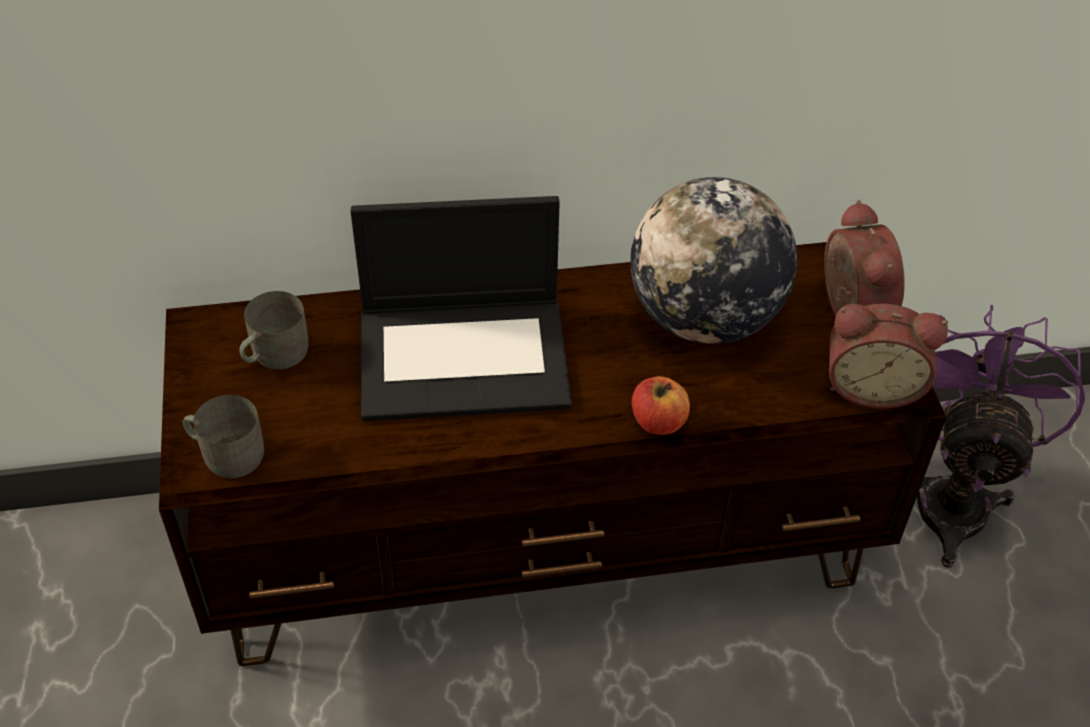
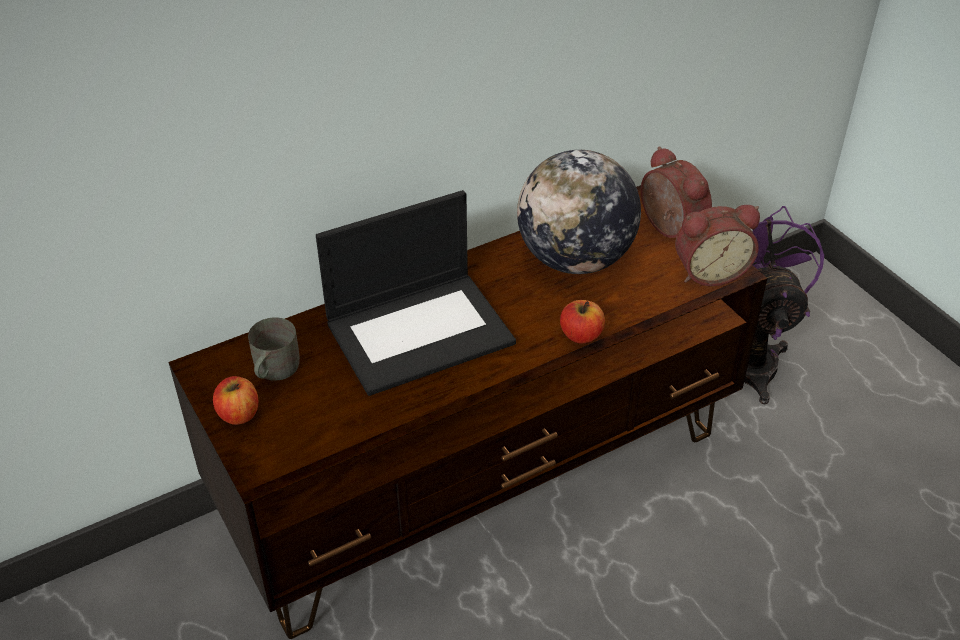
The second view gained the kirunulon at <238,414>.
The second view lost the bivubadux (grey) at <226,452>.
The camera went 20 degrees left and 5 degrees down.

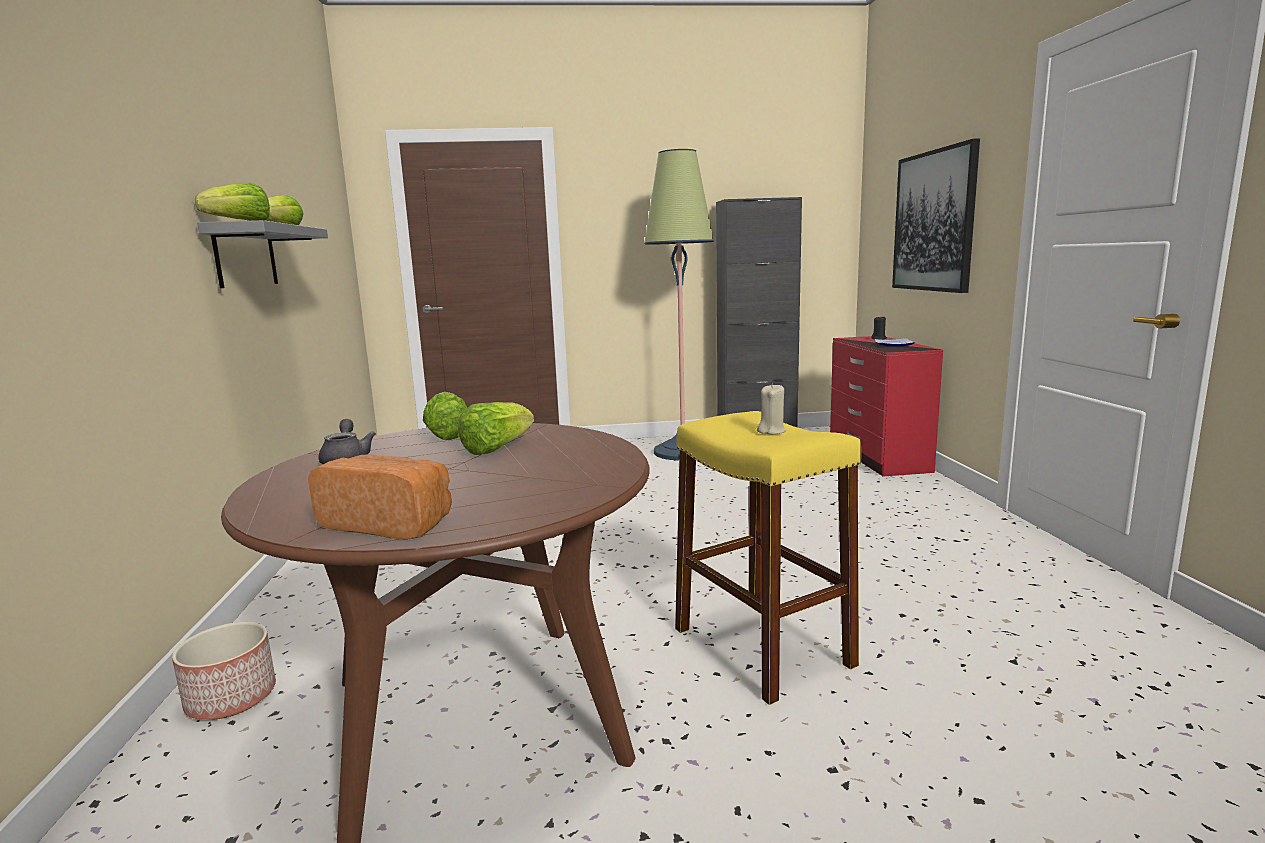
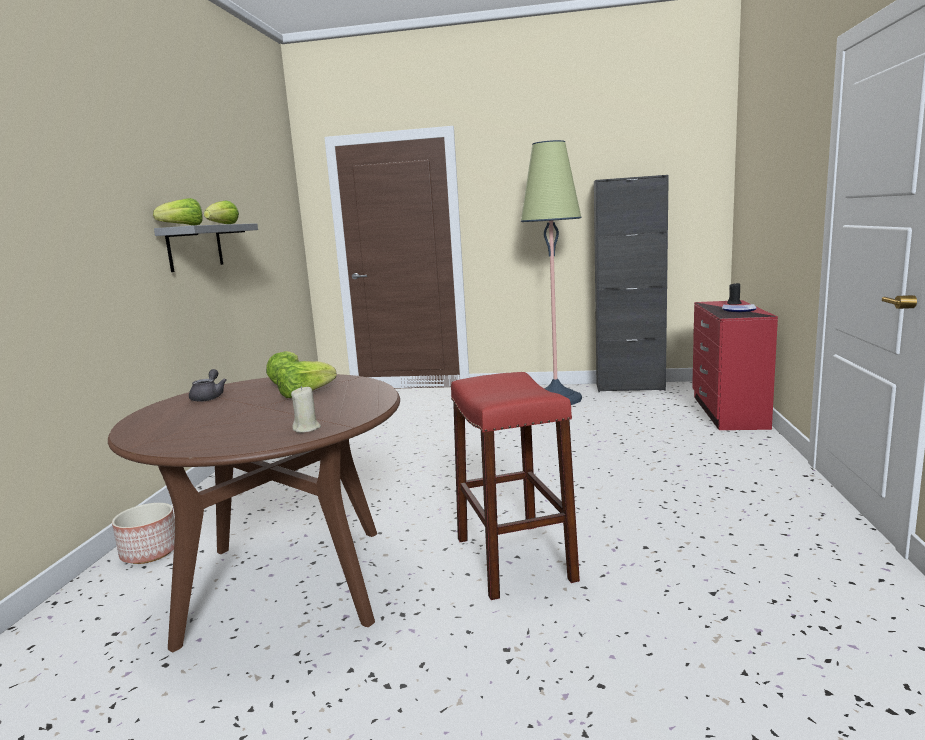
The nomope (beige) ended up elsewhere, having gone from <771,431> to <307,428>.
What was the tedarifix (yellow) at <762,647> turned into the tedarifix (red) at <514,559>.
The second view lost the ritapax at <390,523>.
The second view lost the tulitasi at <934,221>.
The camera went 15 degrees right and 0 degrees up.

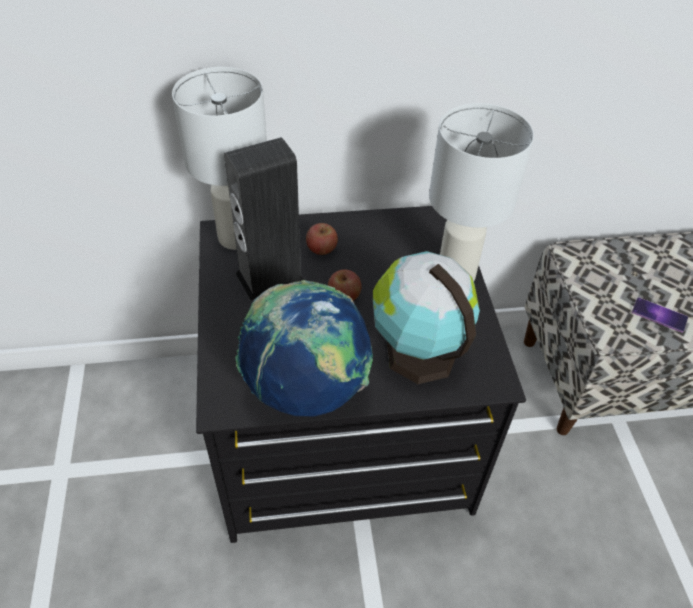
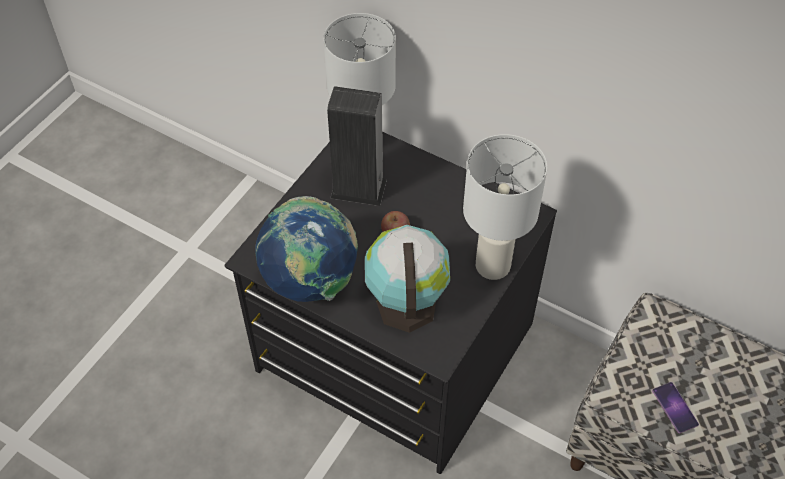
The second view lost the kirunulon at <321,249>.
The camera went 40 degrees right and 5 degrees up.

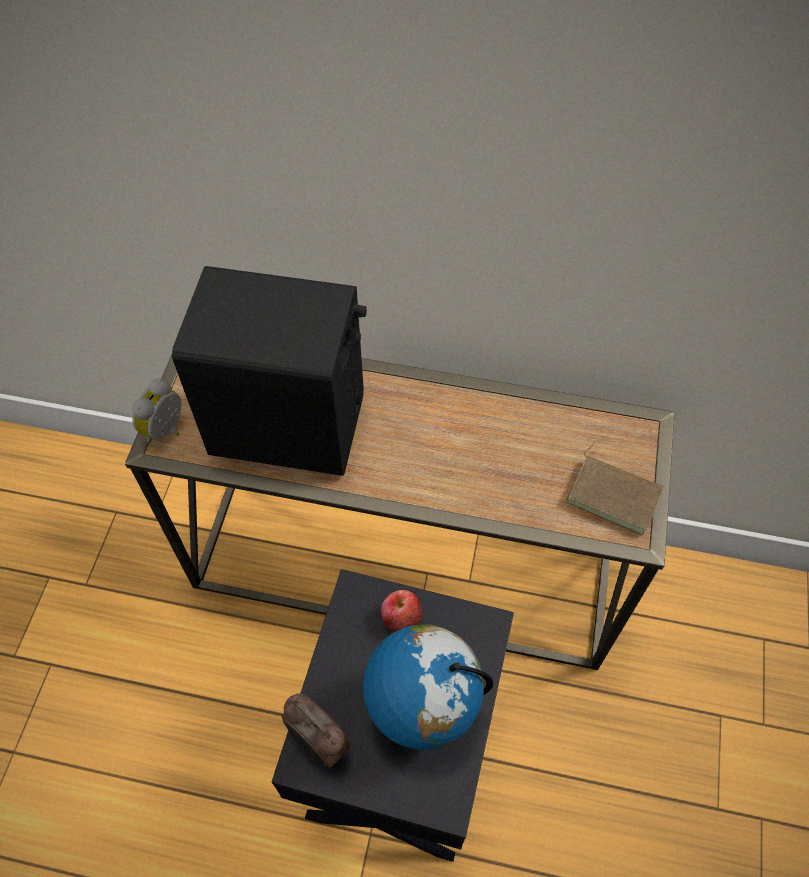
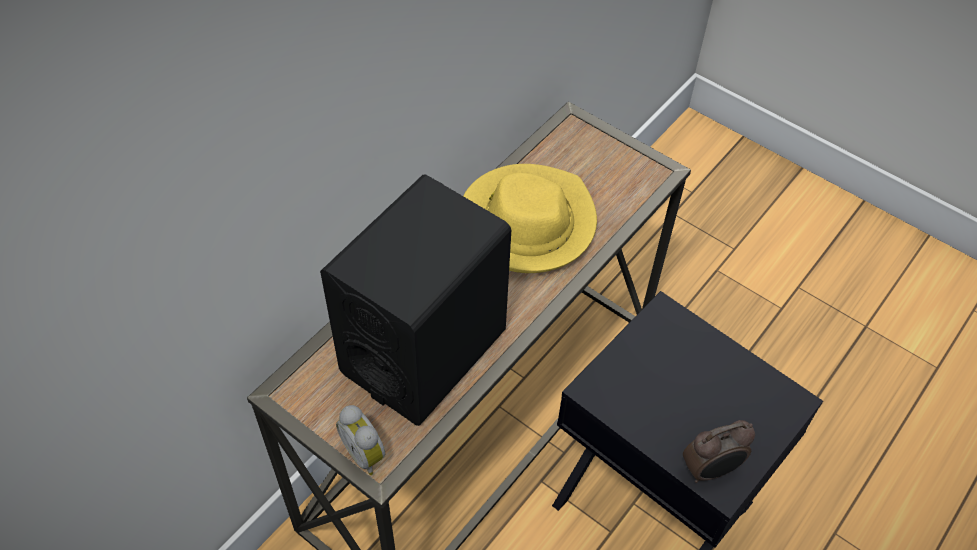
The second view gained the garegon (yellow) at <526,222>.
The second view lost the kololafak at <422,709>.
The second view lost the kirunulon at <401,617>.
The second view lost the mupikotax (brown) at <615,494>.
The camera went 65 degrees left and 5 degrees down.

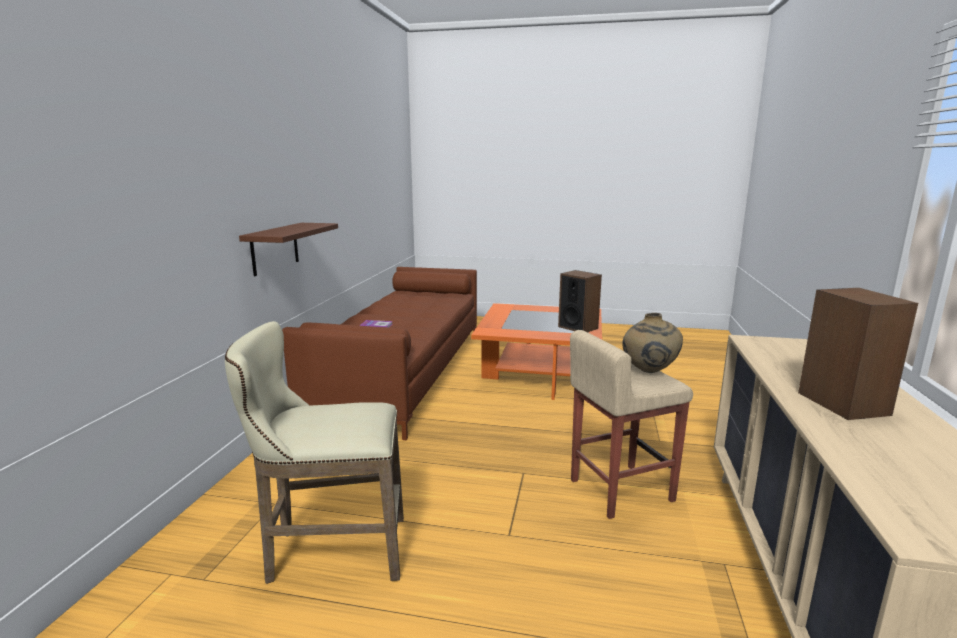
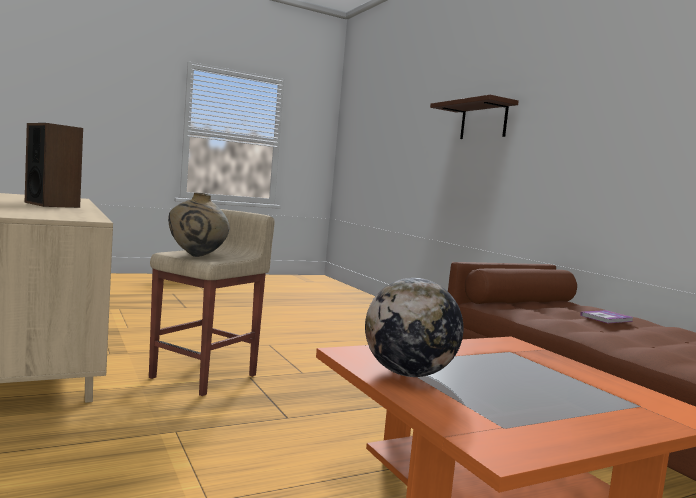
Where the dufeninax stood at <578,327>, the kololafak came to stand at <408,374>.
The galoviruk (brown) ended up elsewhere, having gone from <275,248> to <483,121>.
The second view lost the tedarifix (beige) at <330,551>.
The camera went 140 degrees right and 10 degrees down.

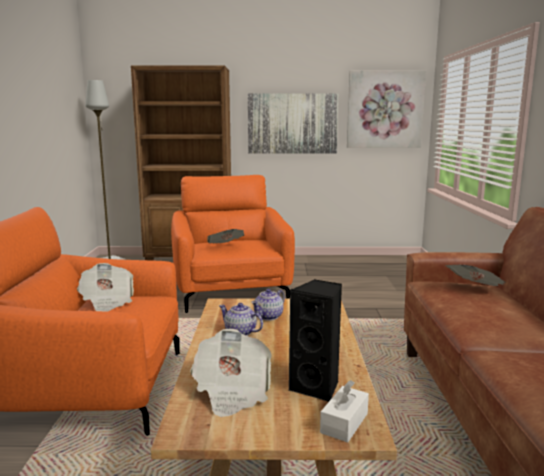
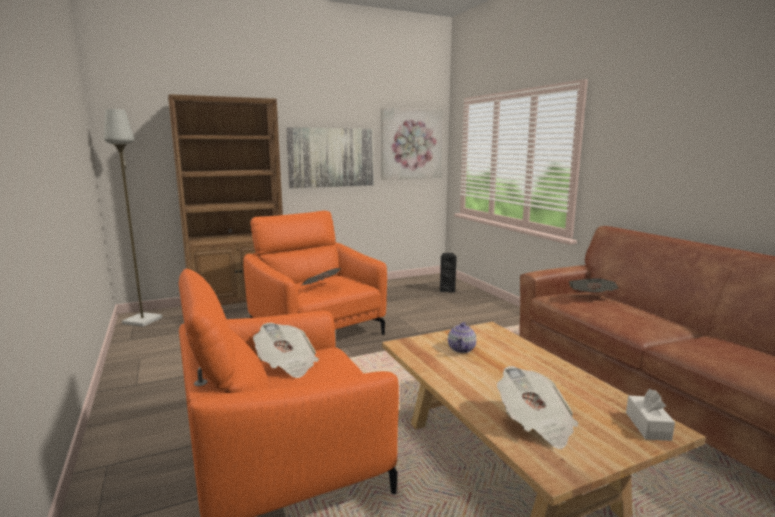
The dufeninax (black) ended up elsewhere, having gone from <317,387> to <447,290>.
The second view lost the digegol at <240,332>.
The camera went 25 degrees left and 0 degrees up.

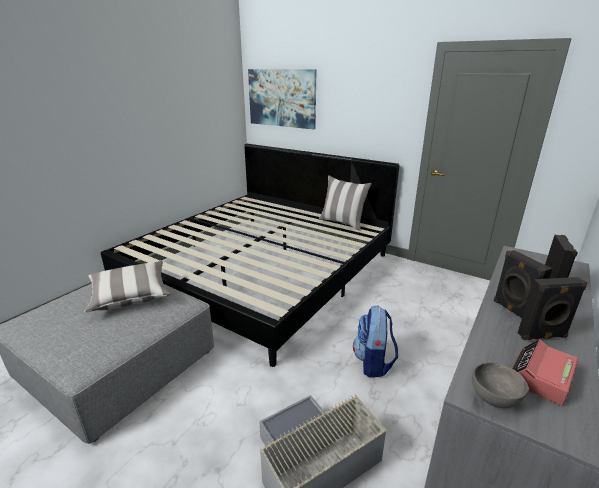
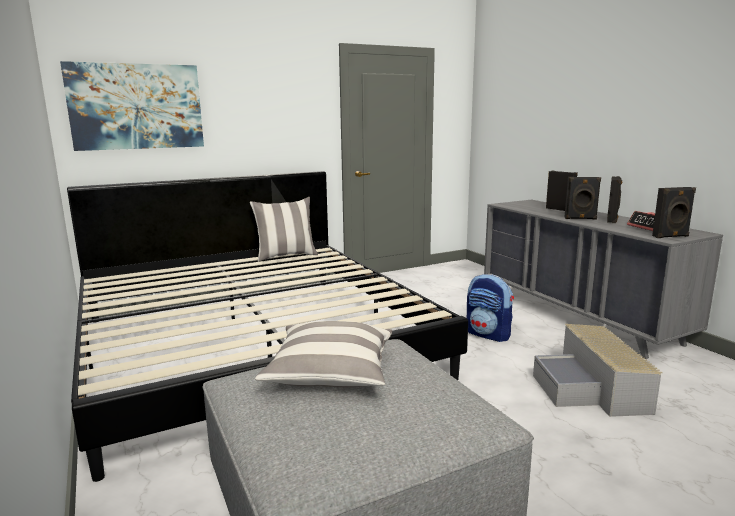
Where the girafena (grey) stood at <495,398>, the dufeninax (black) came to stand at <671,236>.
The camera went 60 degrees left and 10 degrees down.

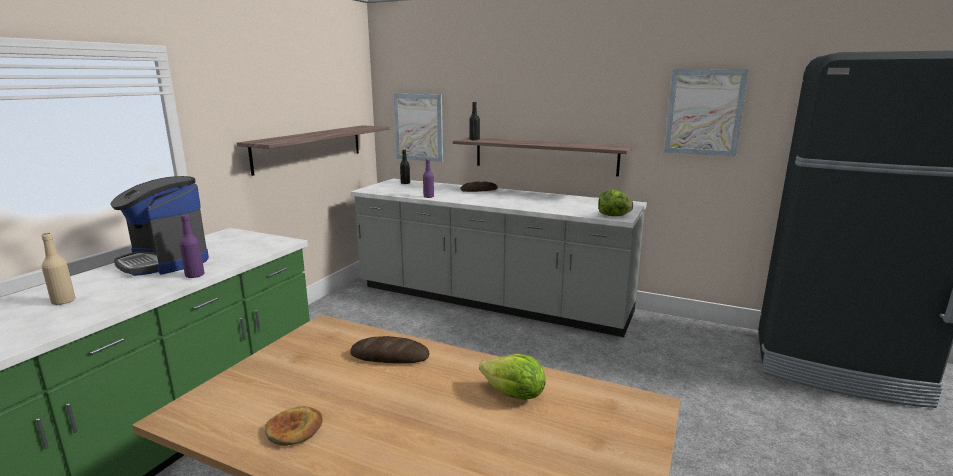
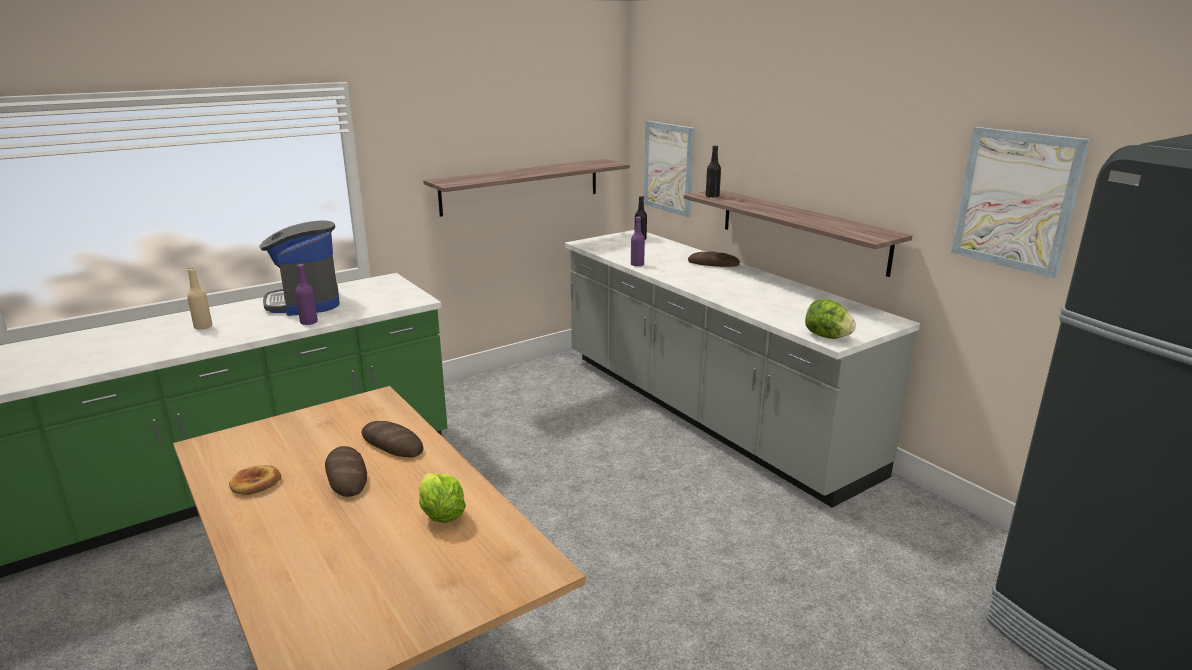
The second view gained the ritapax at <346,475>.
The camera went 30 degrees right and 5 degrees up.

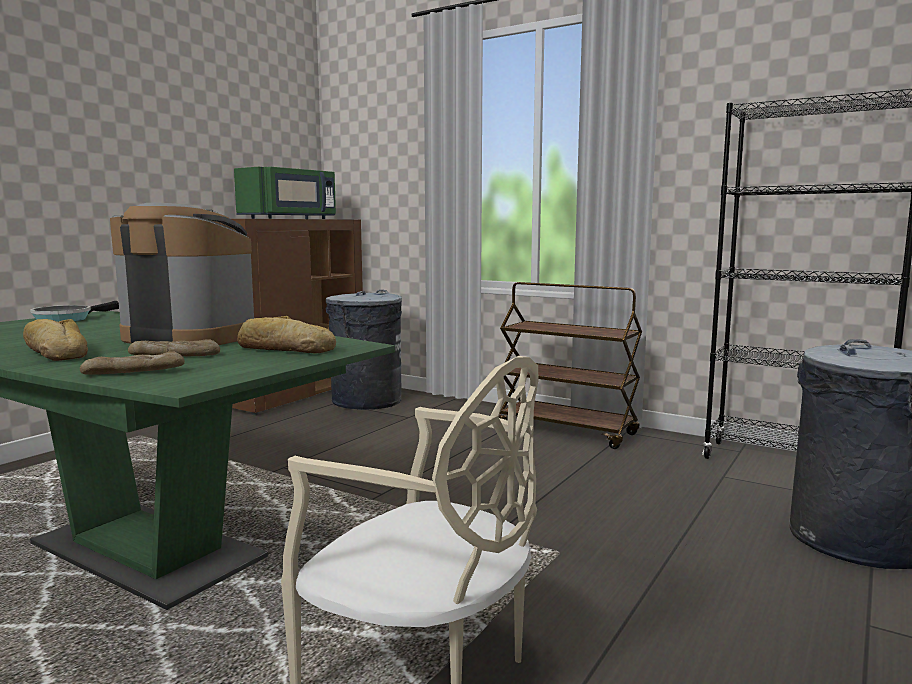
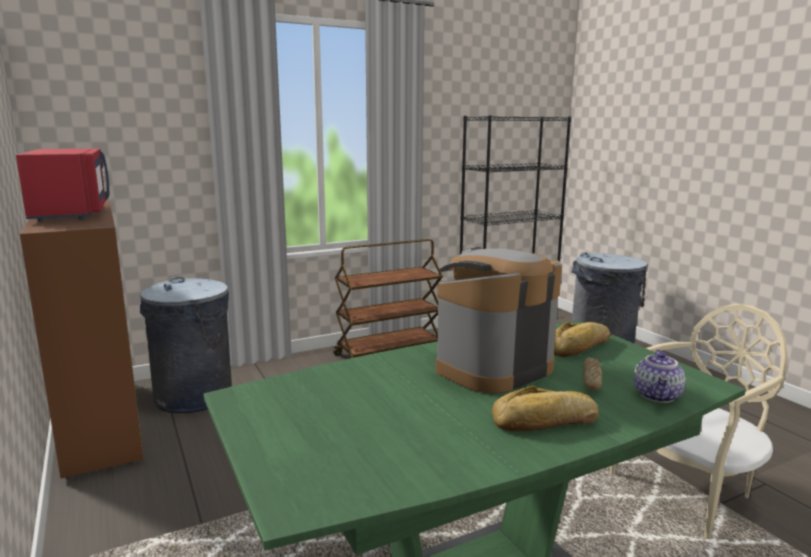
What was the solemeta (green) at <290,218> turned into the solemeta (red) at <72,213>.
Where the ritapax stood at <133,372>, the digegol came to stand at <658,396>.
The second view lost the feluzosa at <66,319>.
The camera went 60 degrees left and 5 degrees up.

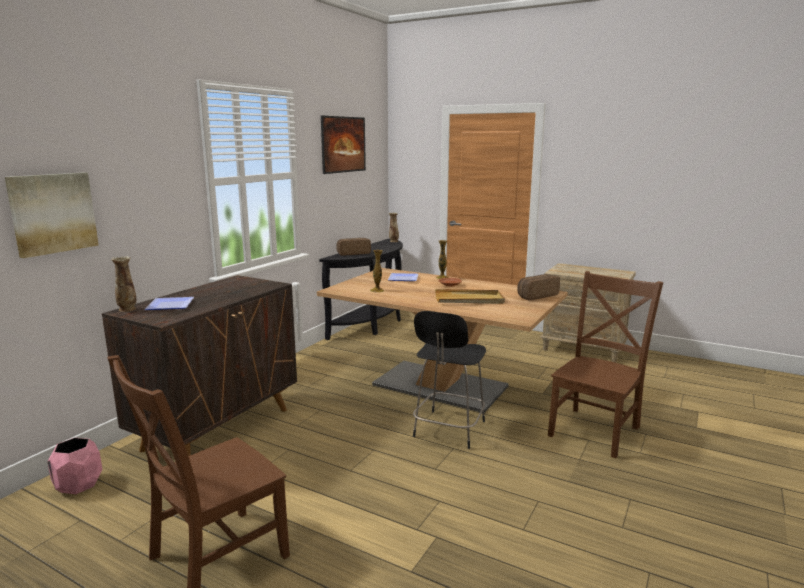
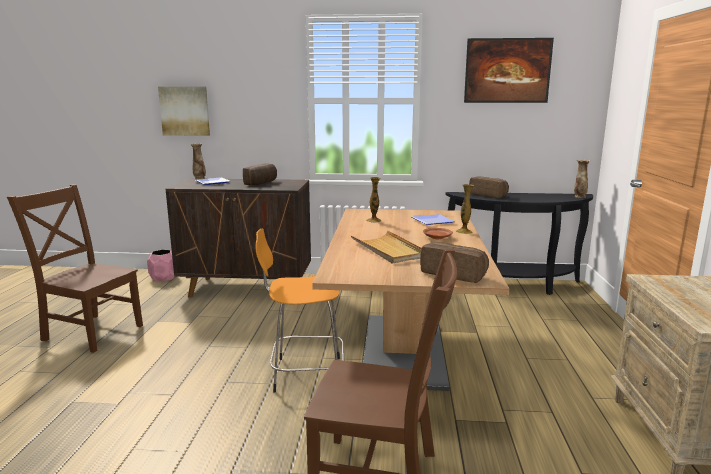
The second view gained the ritapax at <262,183>.
What was the tedarifix (black) at <448,430> turned into the tedarifix (orange) at <305,374>.
The camera went 65 degrees right and 0 degrees up.

